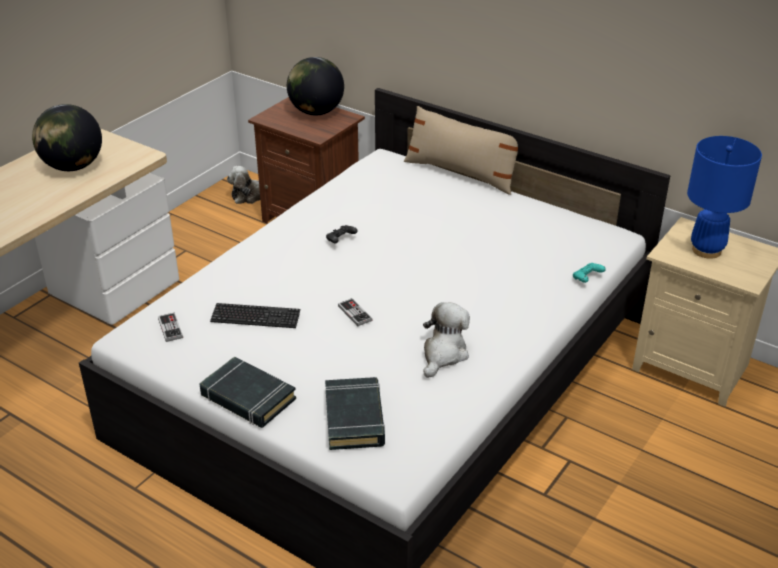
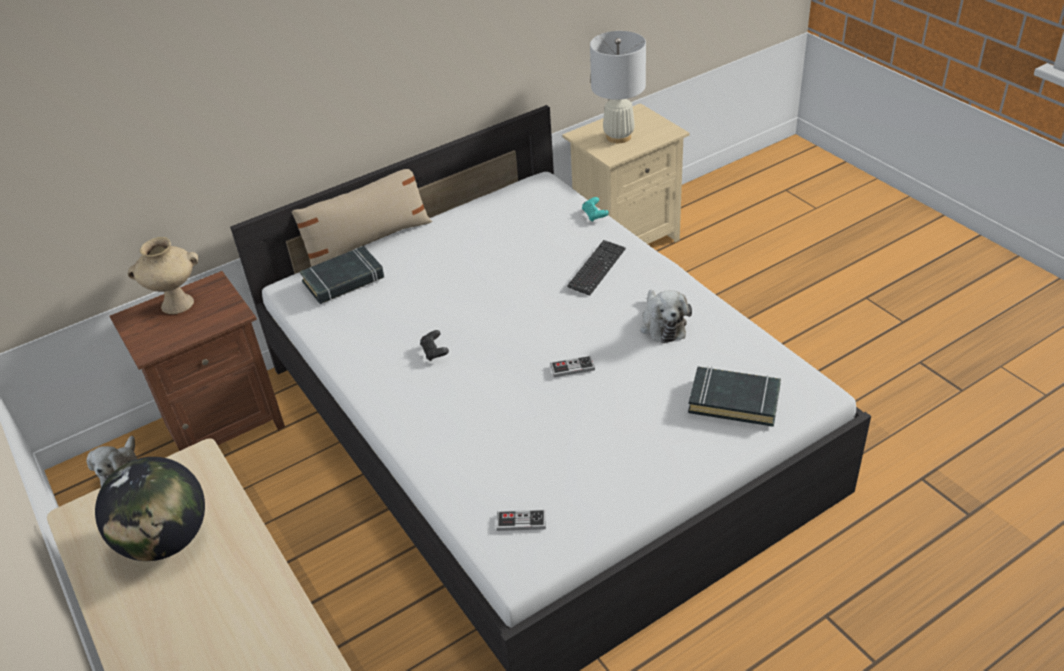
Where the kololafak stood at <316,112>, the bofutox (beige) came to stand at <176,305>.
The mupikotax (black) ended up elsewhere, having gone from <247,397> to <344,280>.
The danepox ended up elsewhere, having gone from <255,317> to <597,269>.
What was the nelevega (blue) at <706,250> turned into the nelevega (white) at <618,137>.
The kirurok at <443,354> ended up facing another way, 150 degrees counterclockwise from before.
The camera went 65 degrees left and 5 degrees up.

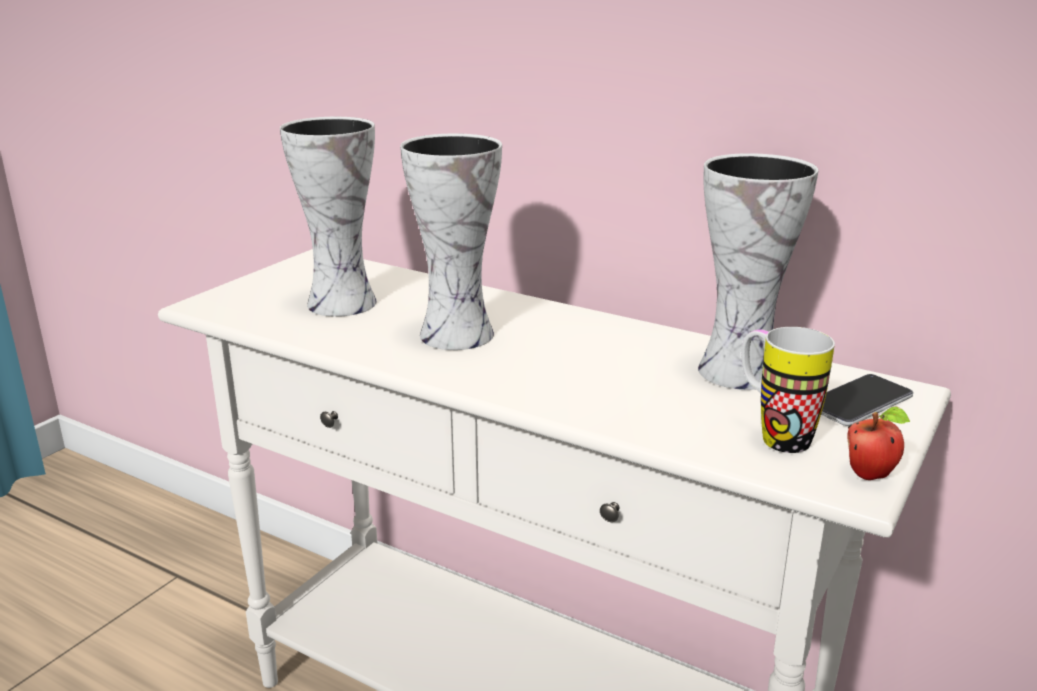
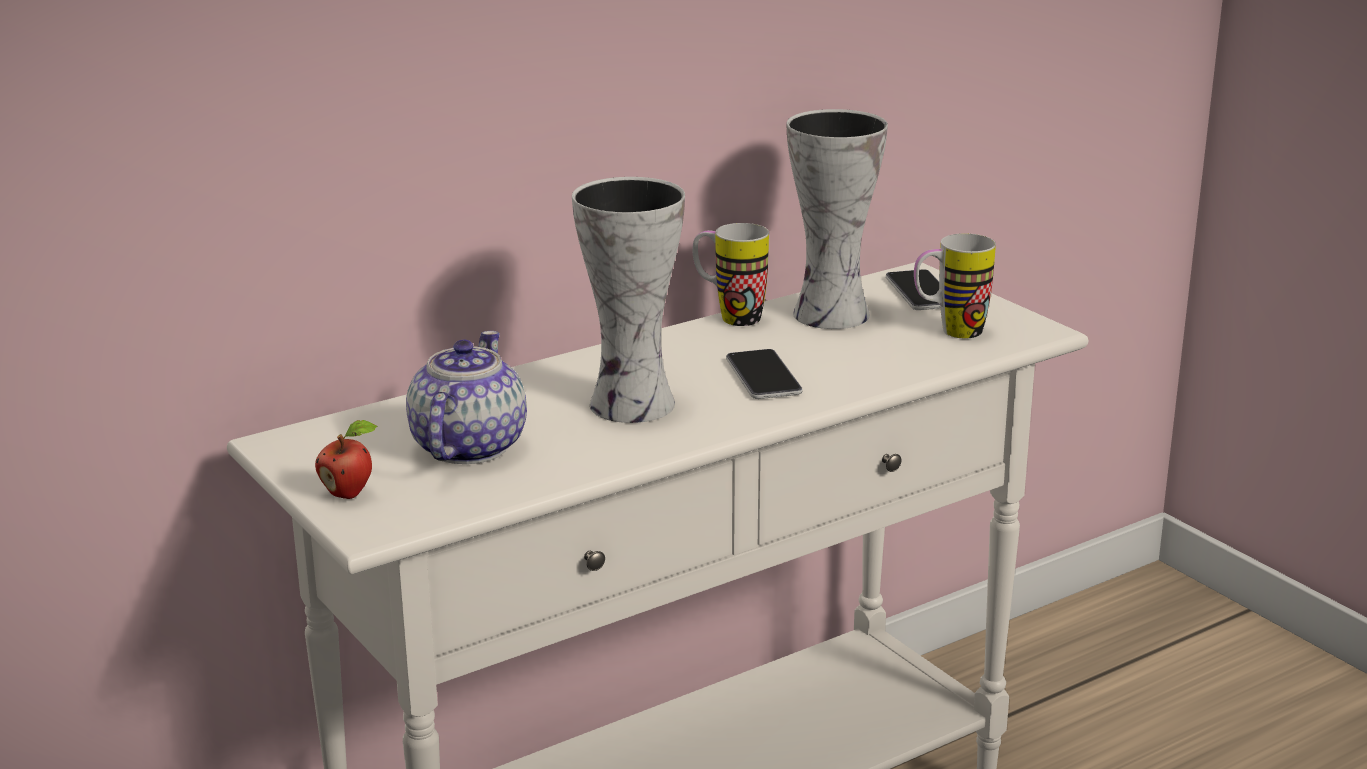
The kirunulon ended up elsewhere, having gone from <871,475> to <350,493>.
Where the bofutox stood at <339,302>, the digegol came to stand at <467,448>.
The second view gained the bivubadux at <729,317>.
The second view gained the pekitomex at <763,376>.
The camera went 65 degrees left and 0 degrees up.

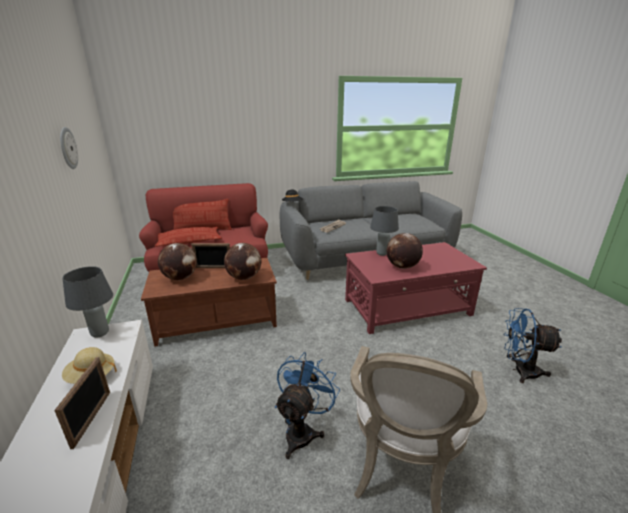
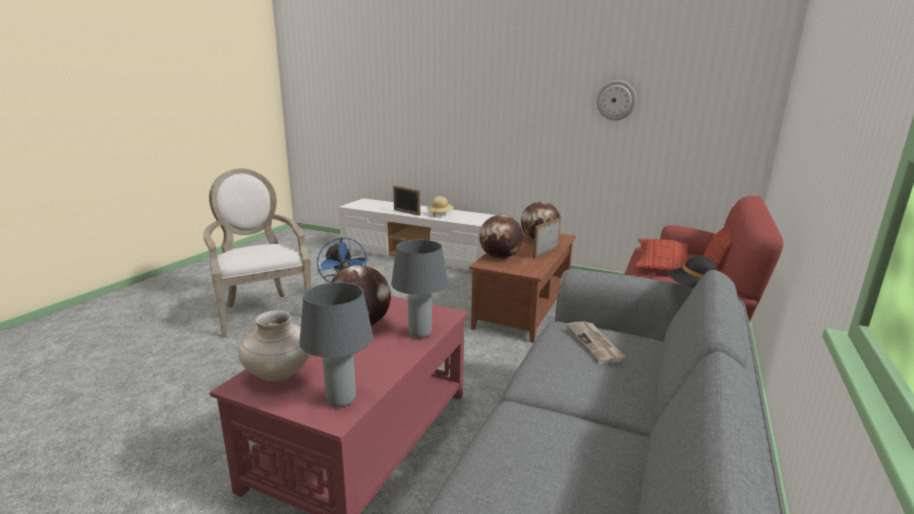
The second view gained the bofutox (beige) at <279,374>.
The nelevega (grey) ended up elsewhere, having gone from <100,333> to <341,401>.
The second view lost the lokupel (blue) at <520,371>.
The camera went 130 degrees right and 5 degrees down.

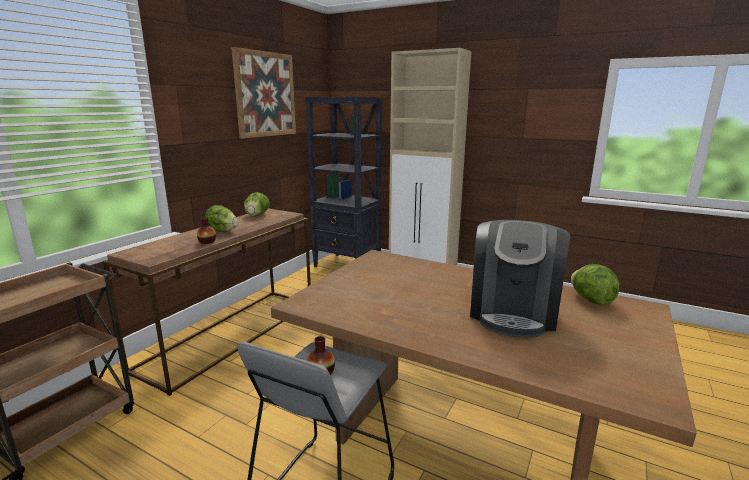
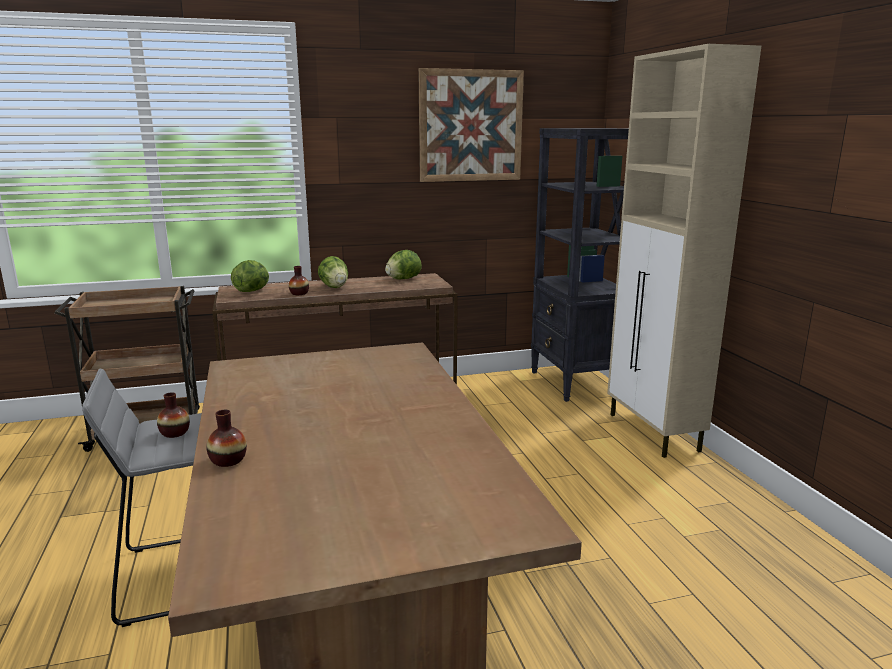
The second view gained the bofutox at <228,460>.
The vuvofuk ended up elsewhere, having gone from <591,300> to <252,291>.
The second view lost the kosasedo at <513,312>.
The camera went 45 degrees right and 0 degrees up.

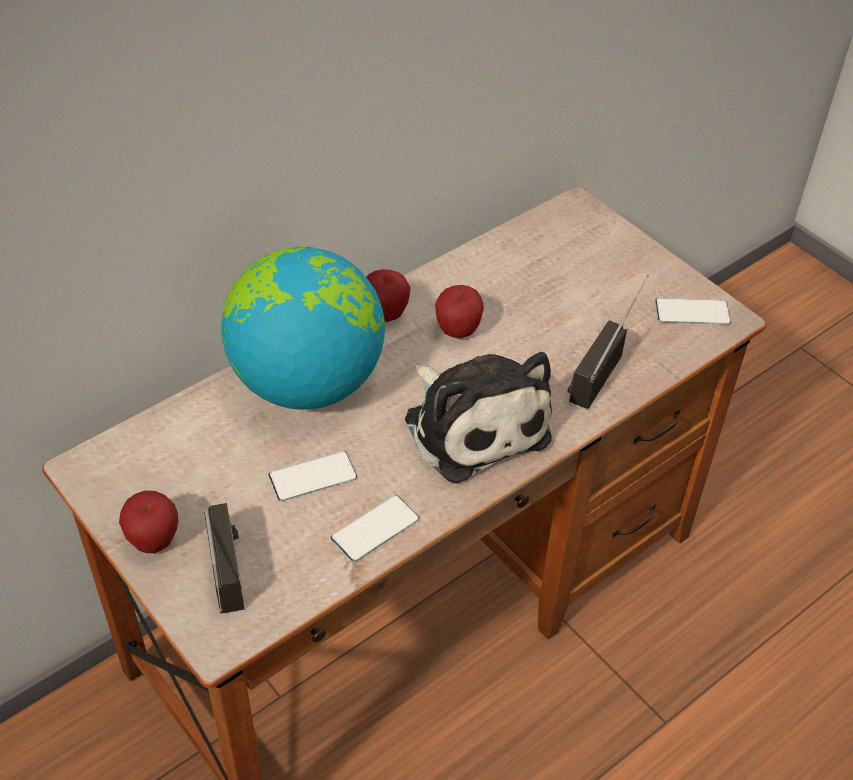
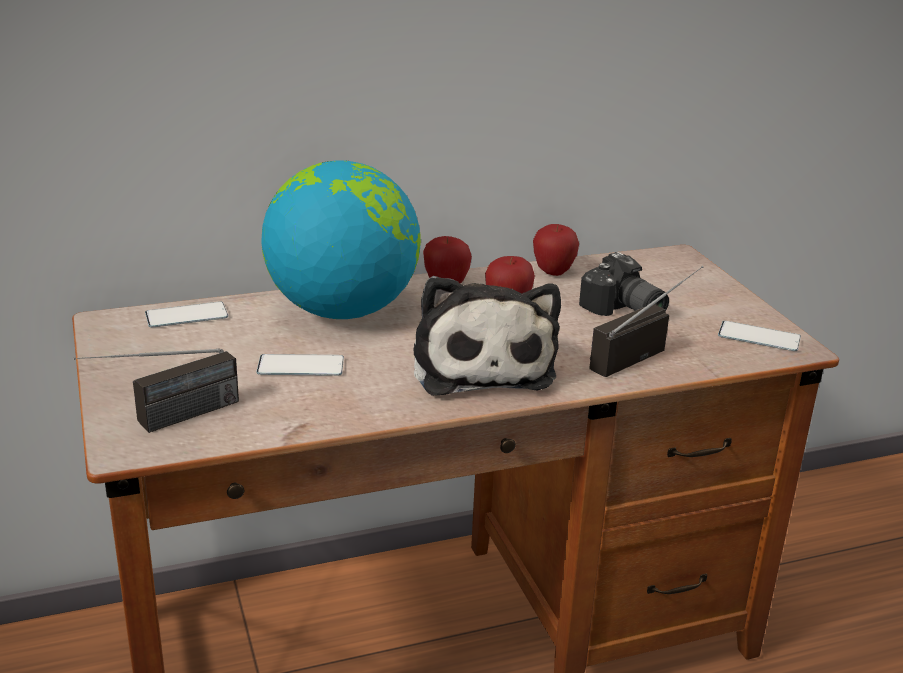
The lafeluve at <232,593> ended up facing another way, 45 degrees clockwise from before.
The pekitomex ended up elsewhere, having gone from <375,529> to <186,315>.
The kirunulon ended up elsewhere, having gone from <154,541> to <553,272>.
The second view gained the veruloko at <623,310>.
The camera went 20 degrees right and 20 degrees down.

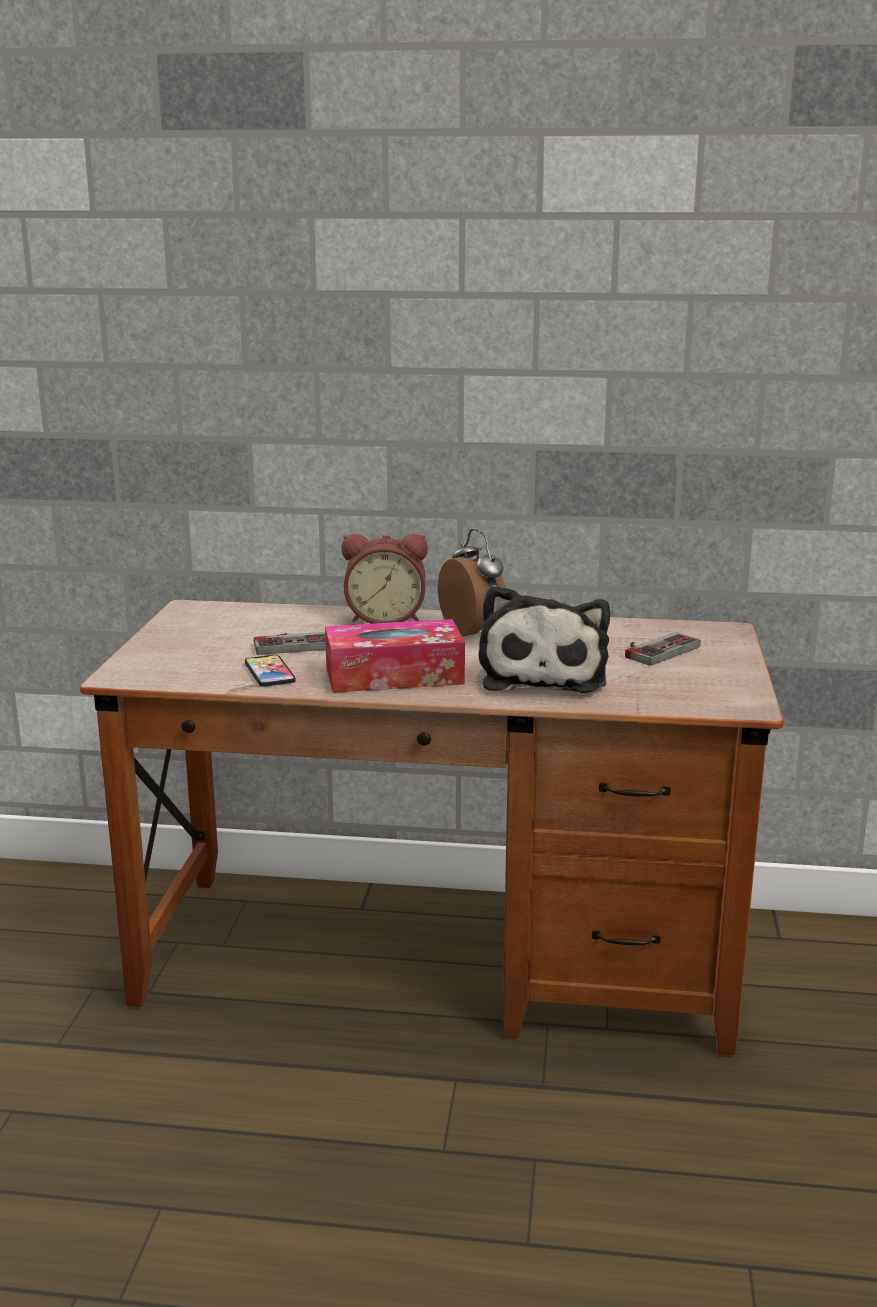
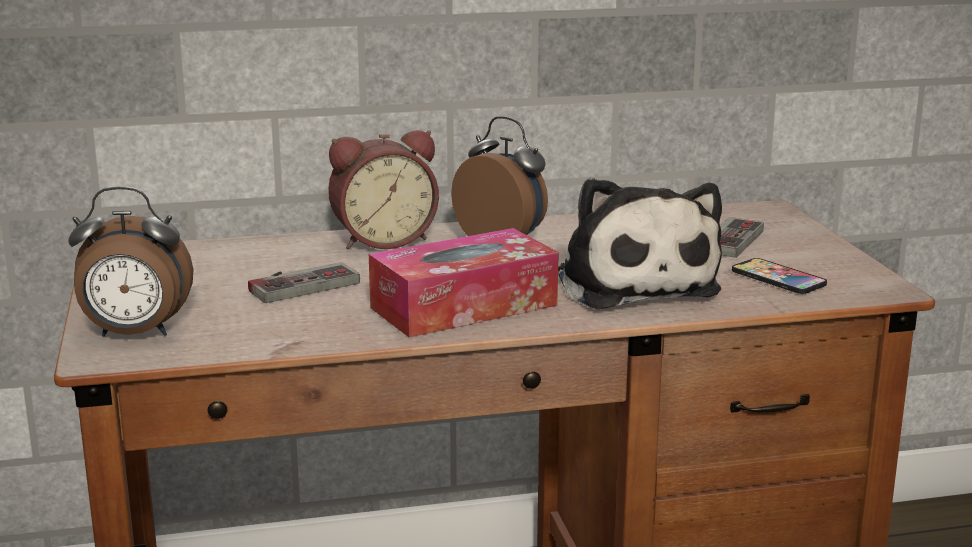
The second view gained the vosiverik at <135,334>.
The pekitomex ended up elsewhere, having gone from <269,672> to <778,278>.
The camera went 20 degrees left and 0 degrees up.

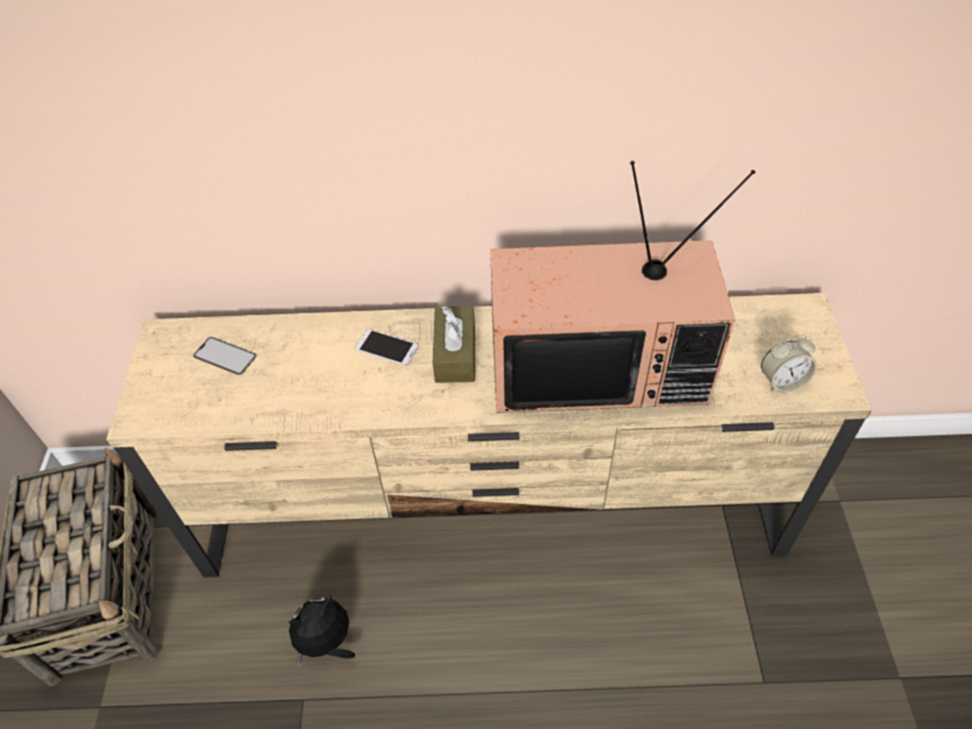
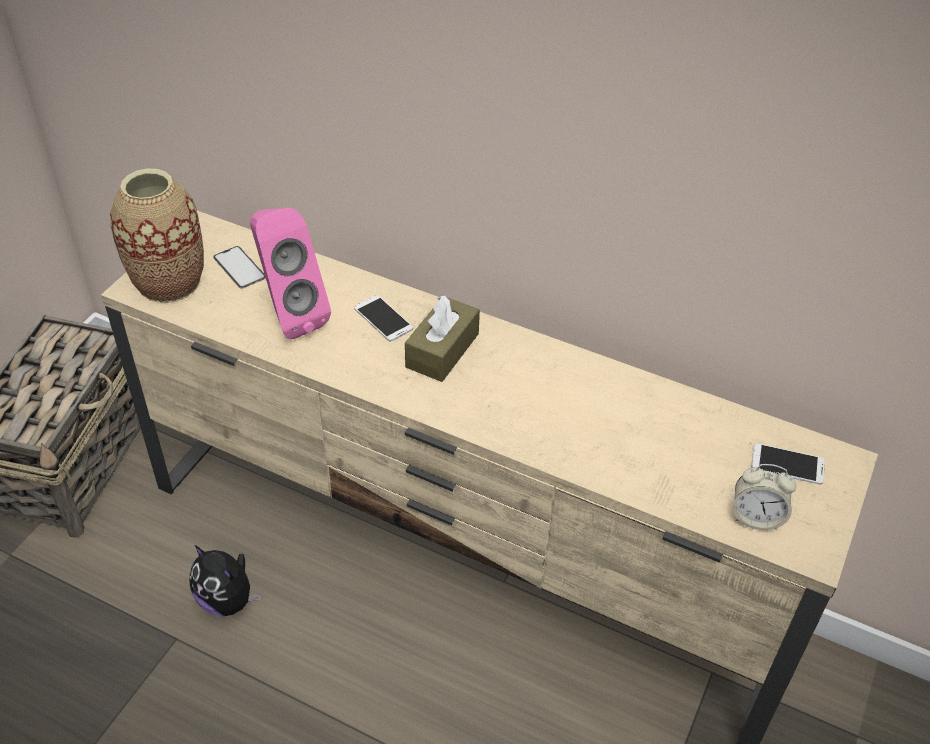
The second view gained the bofutox at <169,282>.
The kirurok at <326,642> ended up facing another way, 135 degrees counterclockwise from before.
The second view gained the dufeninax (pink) at <290,316>.
The second view gained the pekitomex at <787,464>.
The second view lost the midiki at <599,365>.
The camera went 25 degrees right and 5 degrees down.

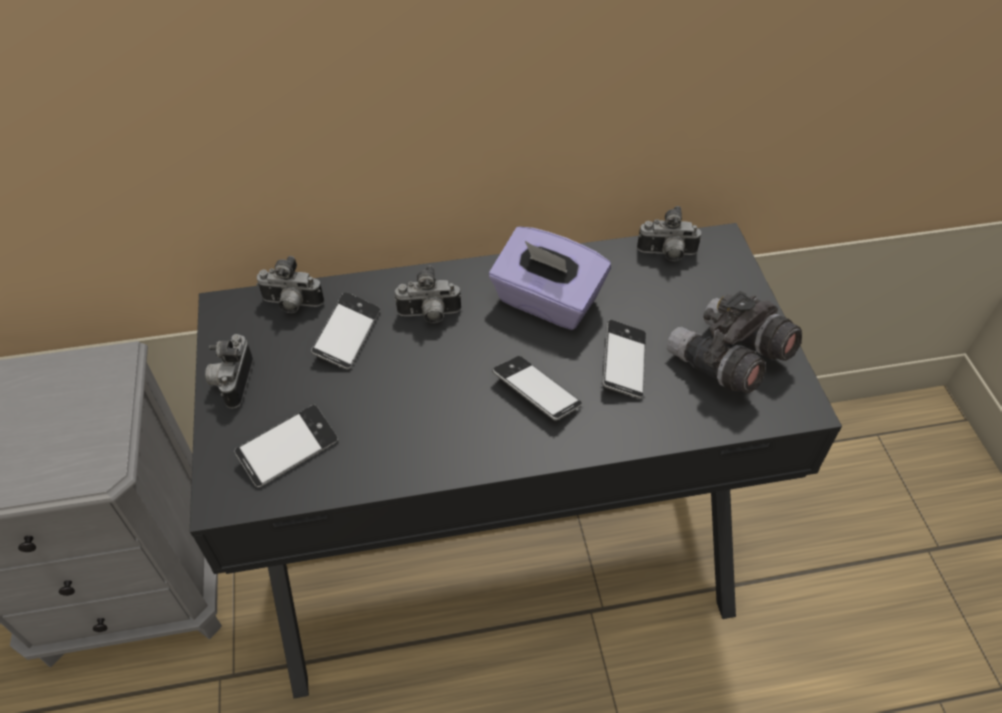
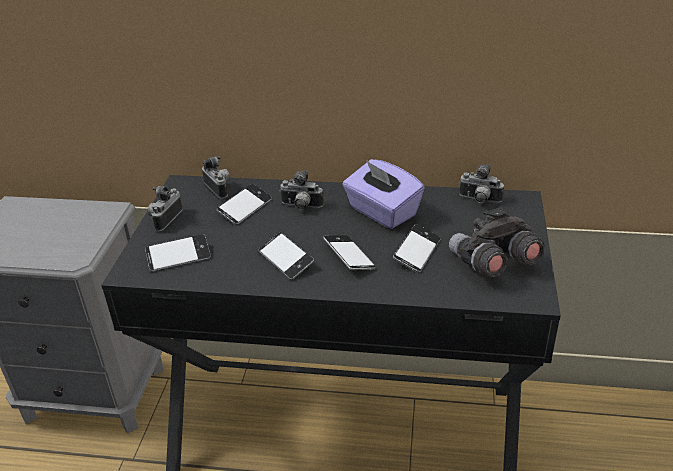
The veruloko at <291,305> ended up facing another way, 150 degrees counterclockwise from before.
The second view gained the pekitomex at <286,260>.
The camera went 20 degrees right and 15 degrees down.

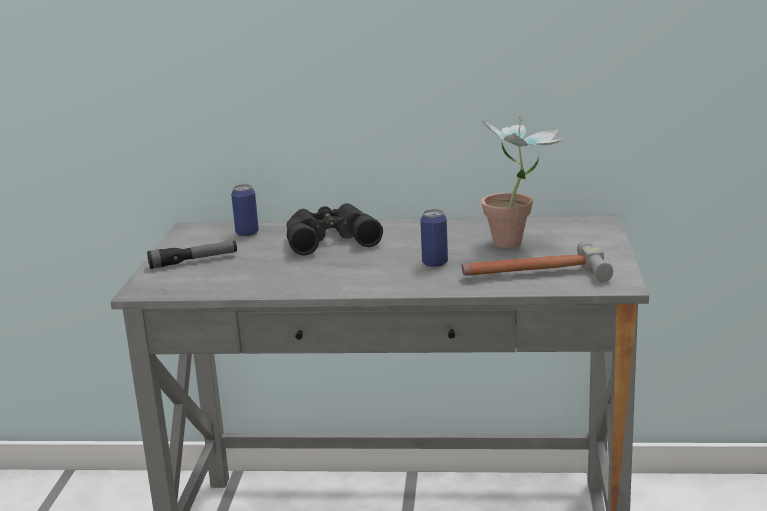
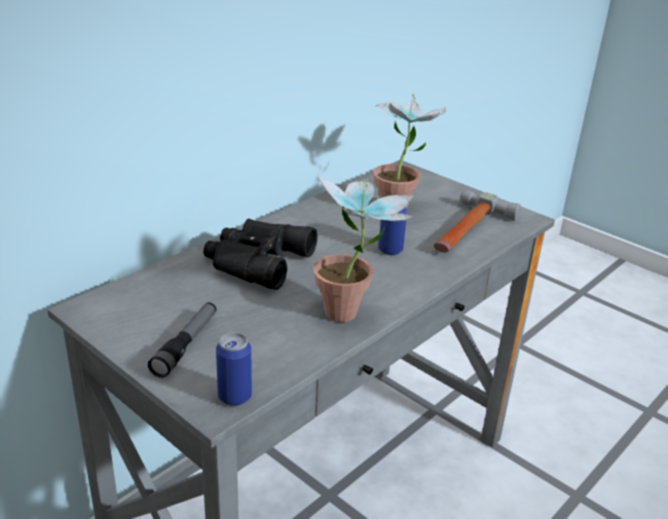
The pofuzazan ended up elsewhere, having gone from <247,233> to <234,396>.
The second view gained the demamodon at <353,315>.
The camera went 55 degrees left and 10 degrees up.

